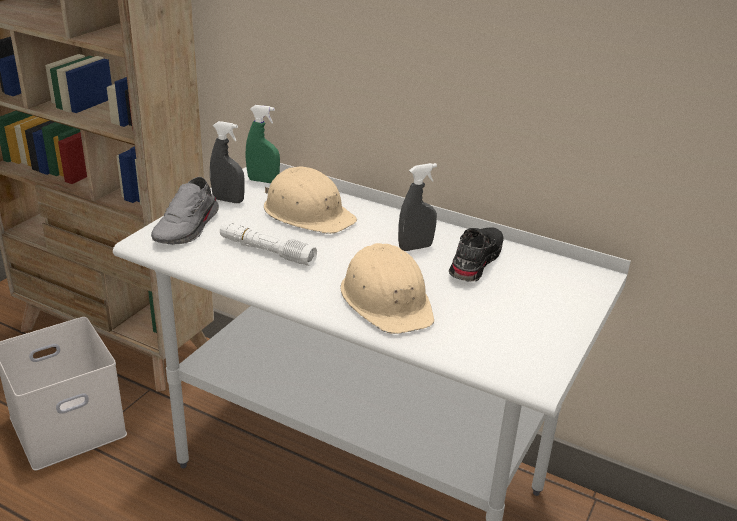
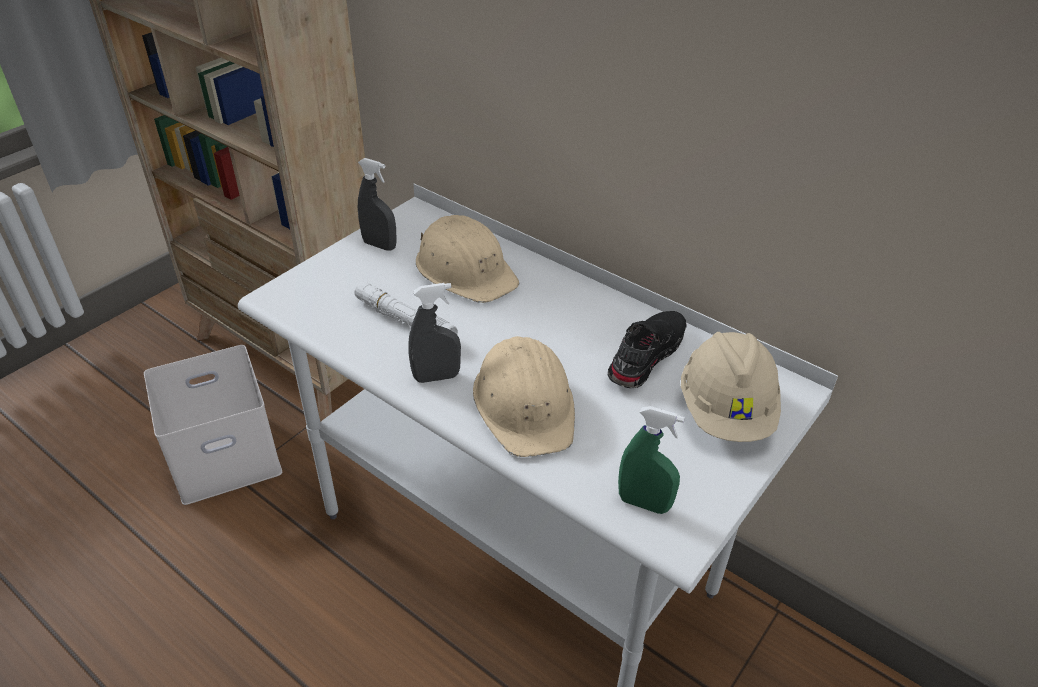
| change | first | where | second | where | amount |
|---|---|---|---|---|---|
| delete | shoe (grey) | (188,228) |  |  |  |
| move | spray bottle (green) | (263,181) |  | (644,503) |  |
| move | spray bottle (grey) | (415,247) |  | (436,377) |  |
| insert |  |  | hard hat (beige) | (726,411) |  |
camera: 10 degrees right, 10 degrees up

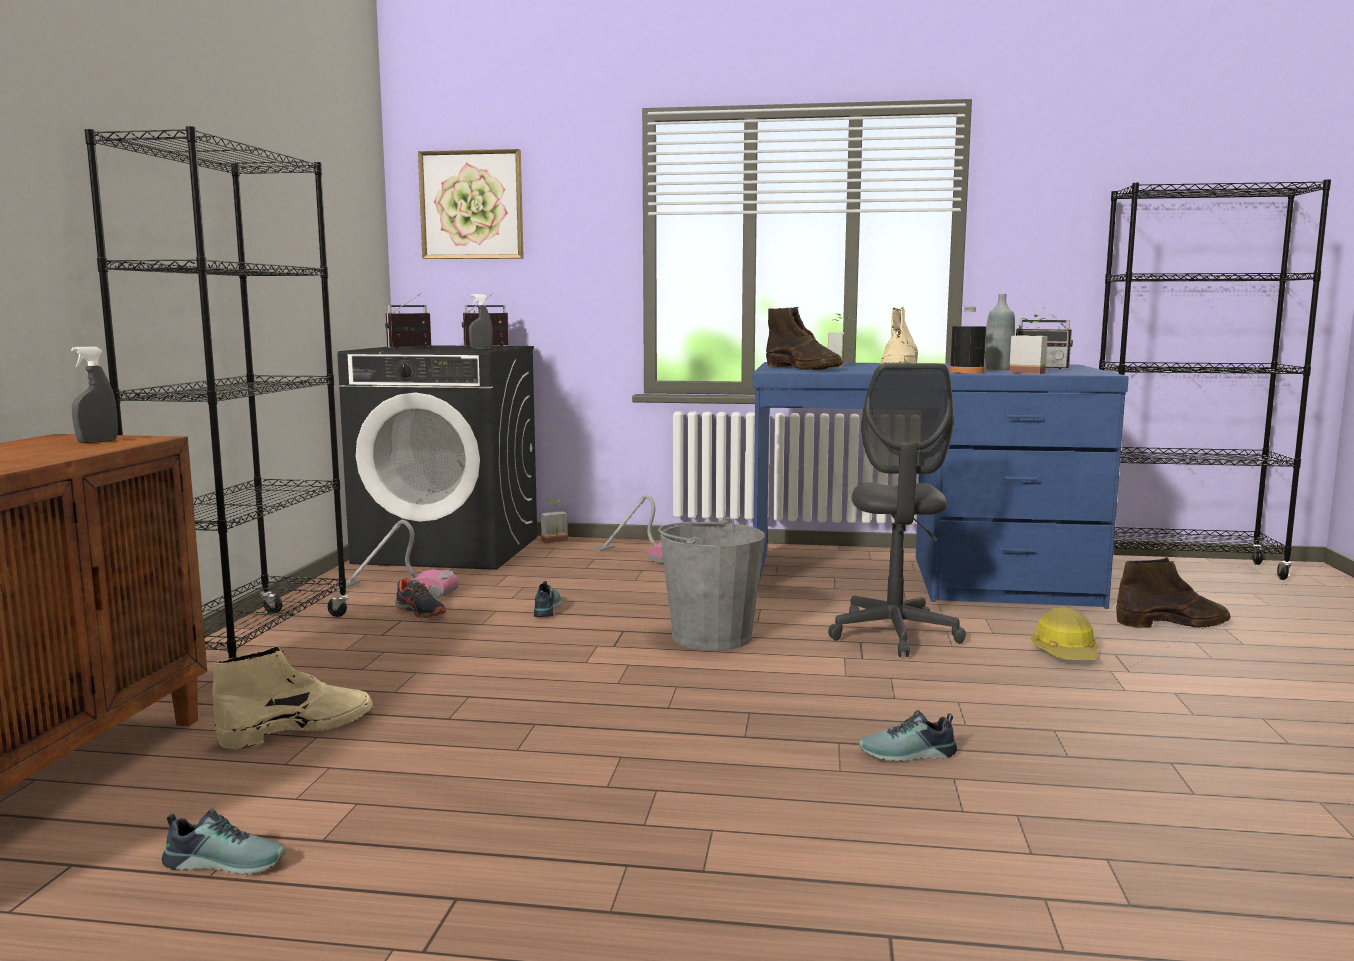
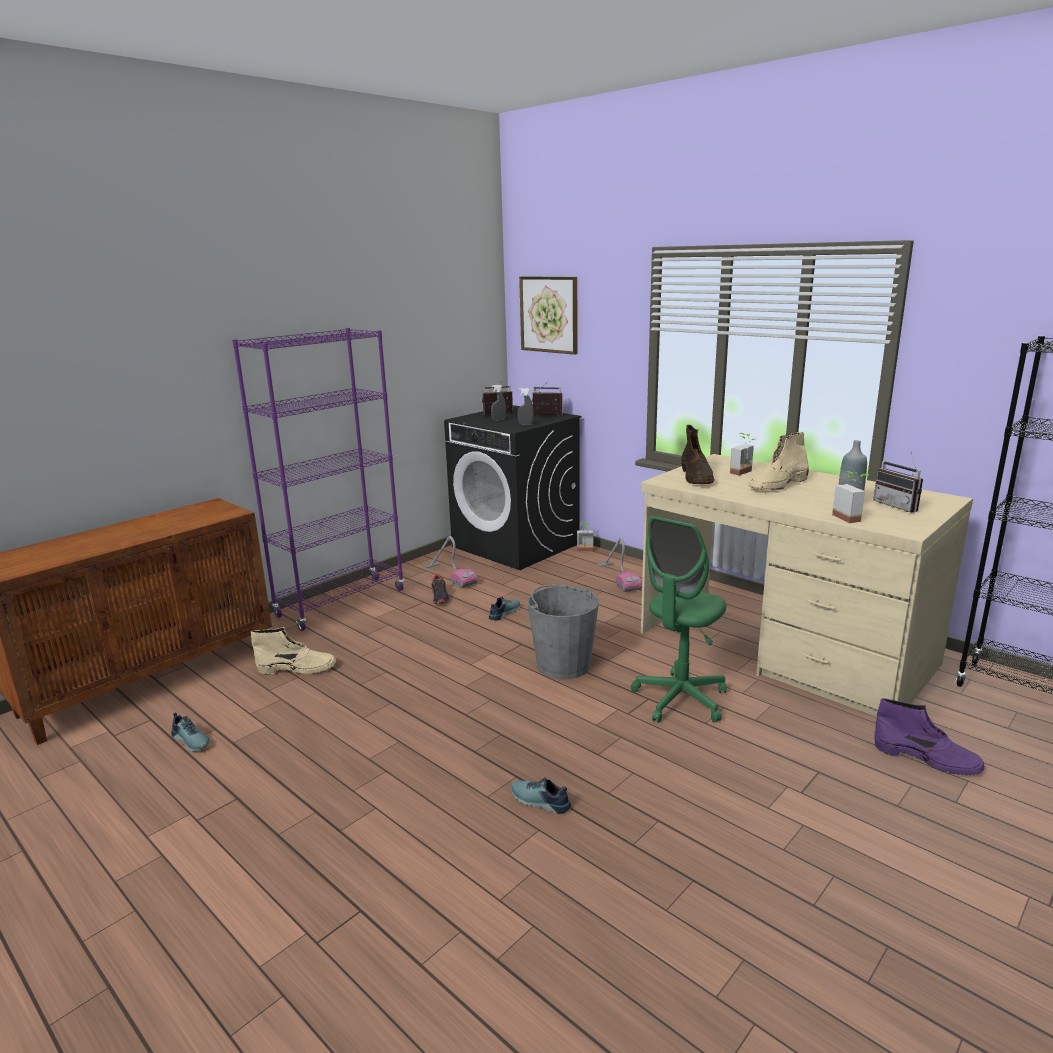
| change | first | where | second | where | amount |
|---|---|---|---|---|---|
| move | spray bottle (grey) | (97,442) |  | (498,420) |  |
| recolor | bookcase (black) | (252,646) | bookcase (purple) | (341,603) |  |
| recolor | desk (blue) | (919,578) | desk (beige) | (783,649) |  |
| recolor | office chair (grey) | (894,635) | office chair (green) | (680,699) |  |
| delete | bottle (black) | (966,372) |  |  |  |
| delete | hard hat | (1066,653) |  |  |  |
| recolor | boot (brown) | (1173,623) | boot (purple) | (927,759) |  |
camera: 35 degrees right, 10 degrees up

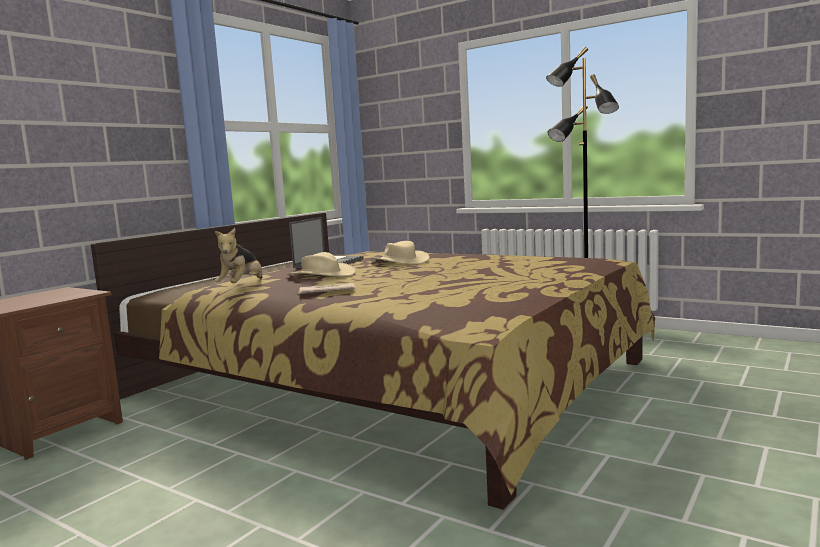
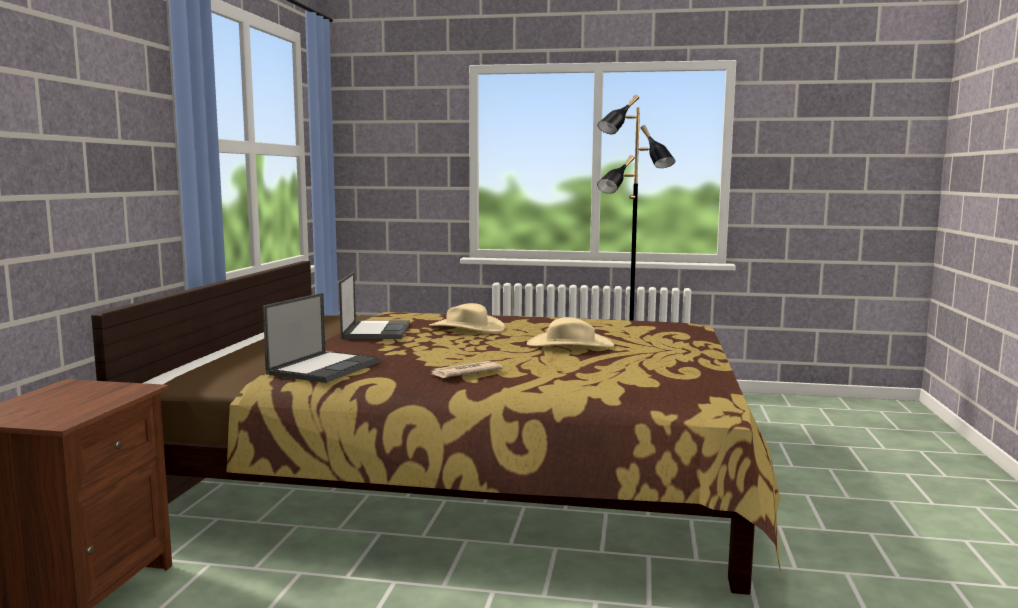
| change | first | where | second | where | amount |
|---|---|---|---|---|---|
| replace | plush toy | (242,286) | laptop | (325,367) |  |
| move | hat (beige) | (320,275) |  | (570,345) |  |
camera: 25 degrees left, 0 degrees up

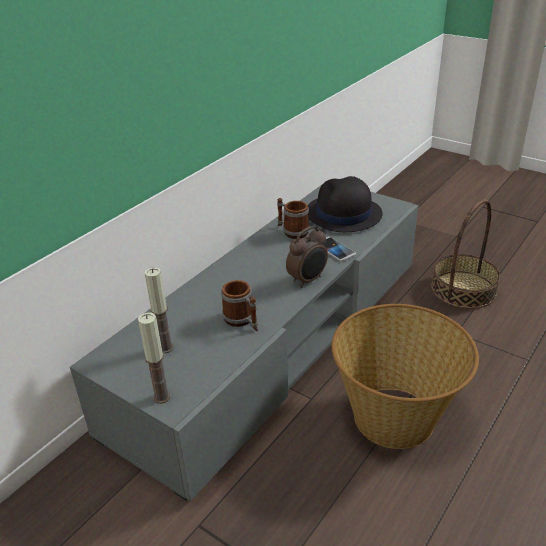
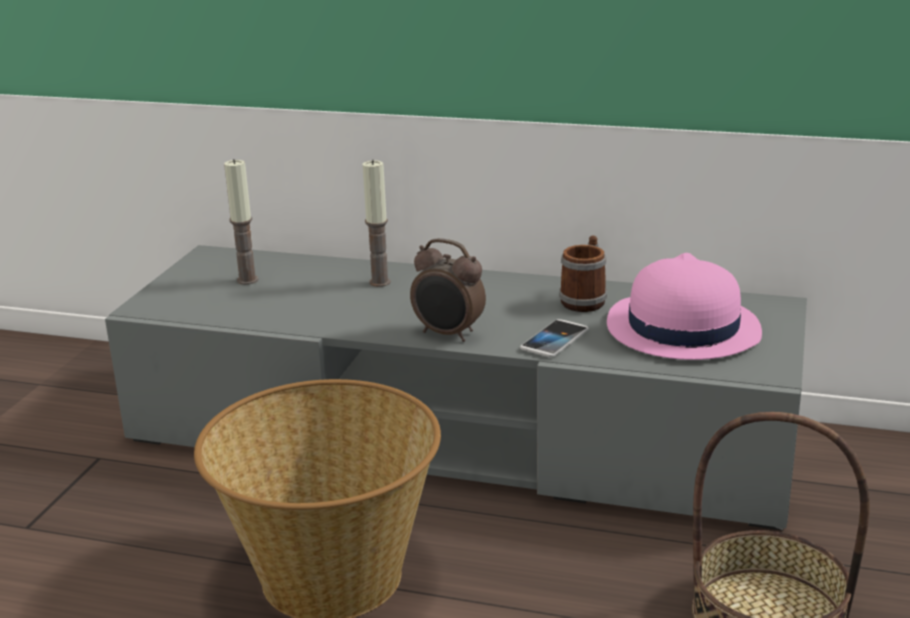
| change | first | where | second | where | amount |
|---|---|---|---|---|---|
| move | candle | (161,397) |  | (380,282) |  |
| delete | mug | (242,321) |  |  |  |
| recolor | hat (black) | (343,214) | hat (pink) | (681,329) |  |
camera: 70 degrees right, 10 degrees down

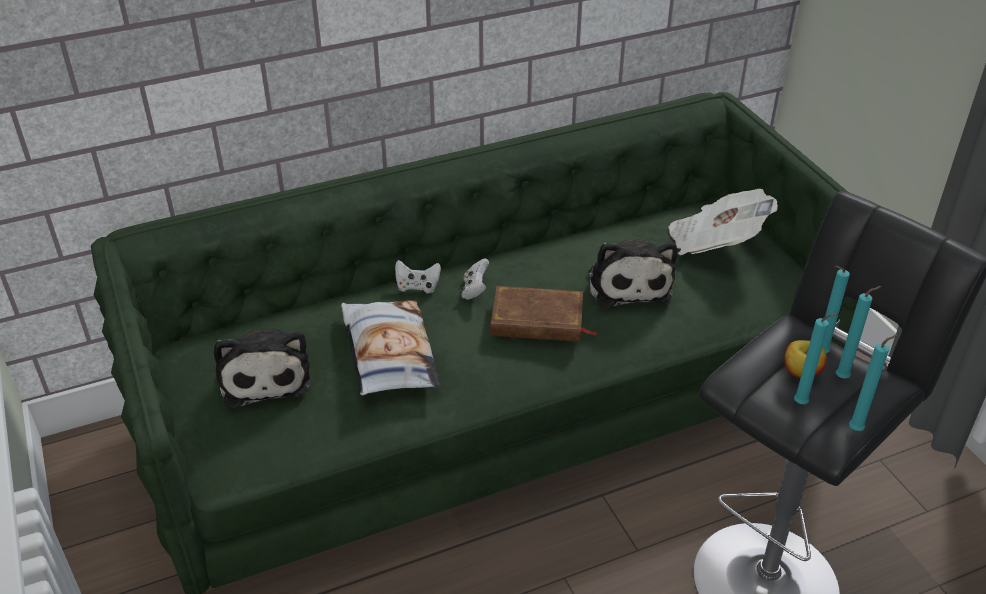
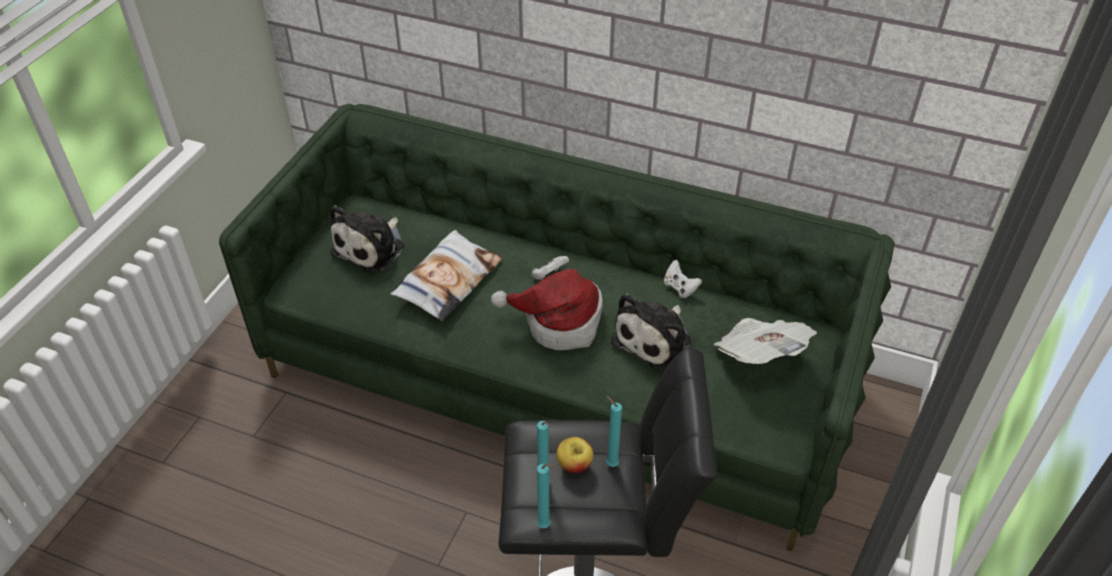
| change | first | where | second | where | amount |
|---|---|---|---|---|---|
| move | game controller (white) | (417,287) |  | (680,288) |  |
| replace | book (brown) | (537,320) | hat | (558,322) |  |
| delete | candle (turquoise) | (844,377) |  |  |  |
camera: 45 degrees right, 5 degrees up

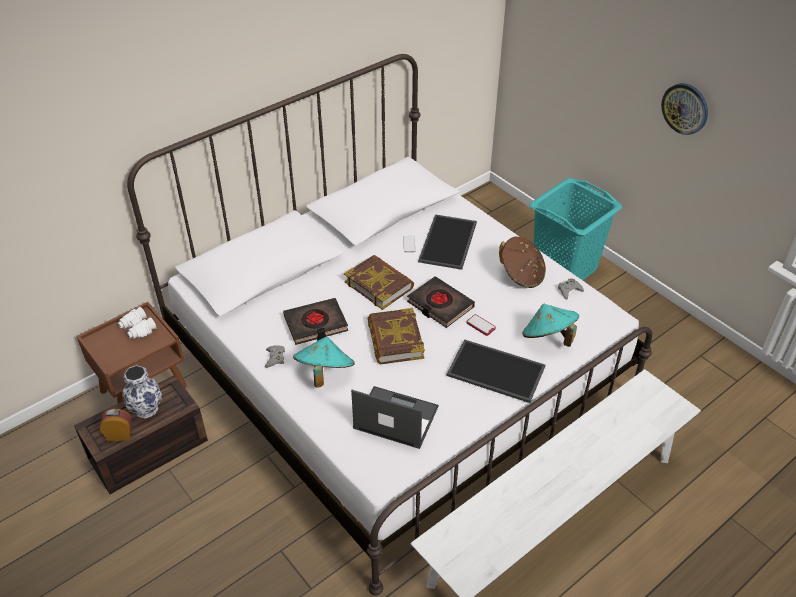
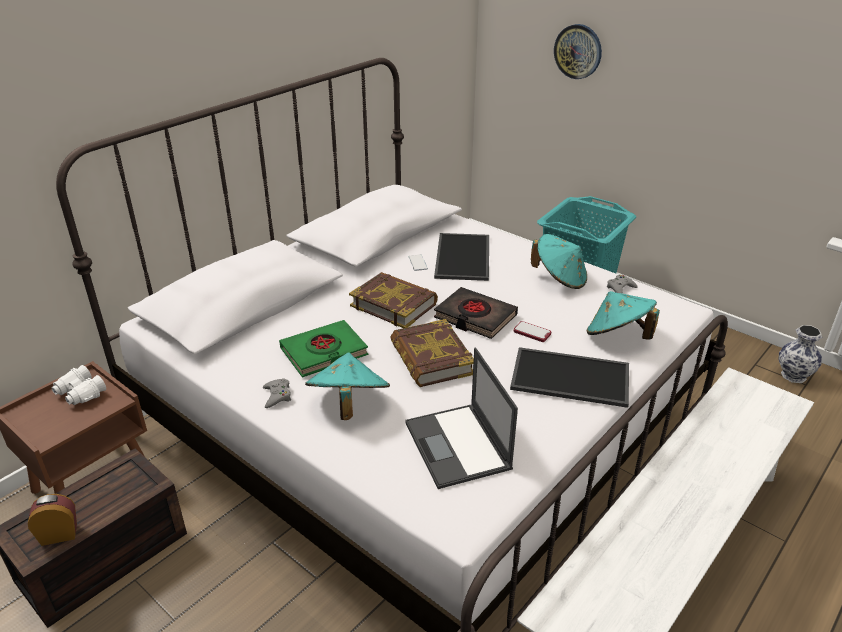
| change | first | where | second | where | amount |
|---|---|---|---|---|---|
| move | vase | (146,408) |  | (793,375) |  |
| recolor | book (black) | (316,324) | book (green) | (324,353) |  |
| rotate | laptop | (395,417) |  | (458,446) | 120 degrees counterclockwise |
| recolor | hat (brown) | (521,274) | hat (turquoise) | (559,279) |  |
| move | wall clock | (685,108) |  | (578,51) |  |
camera: 10 degrees left, 10 degrees down

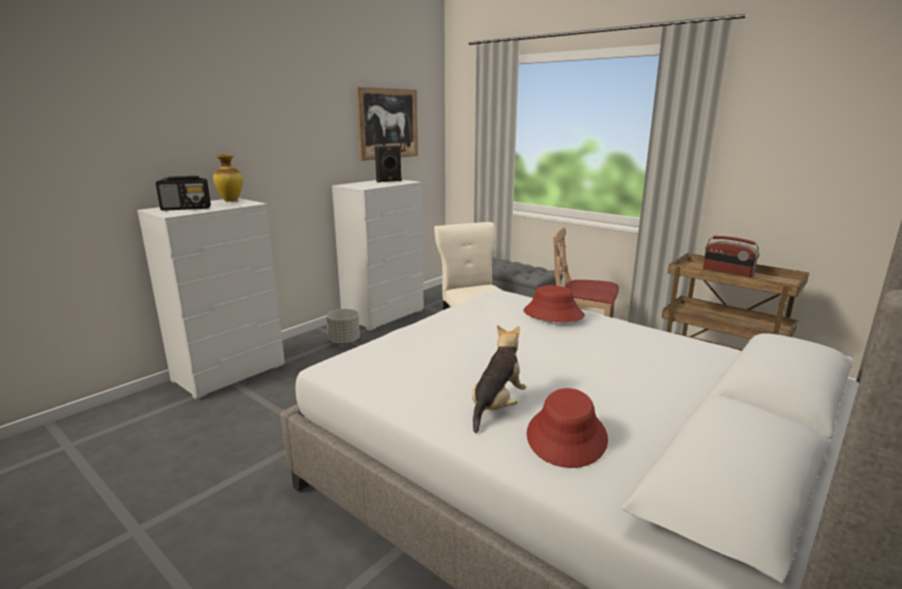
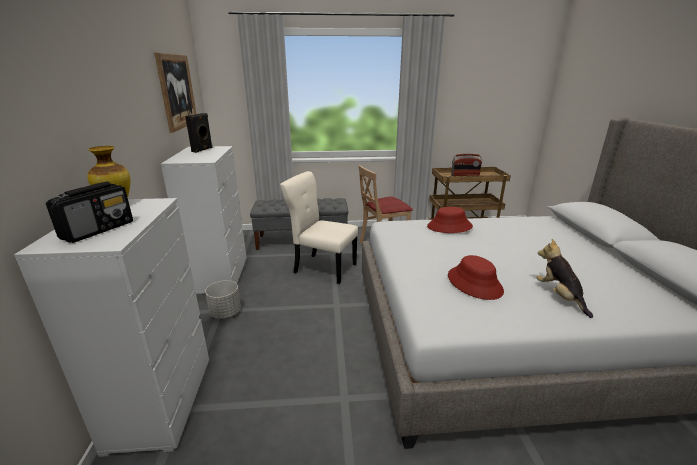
| change | first | where | second | where | amount |
|---|---|---|---|---|---|
| move | hat (red) | (567,436) |  | (474,283) |  |
camera: 45 degrees left, 5 degrees up

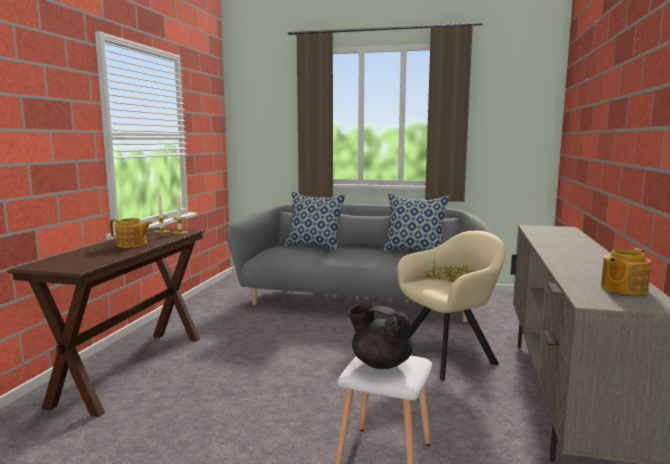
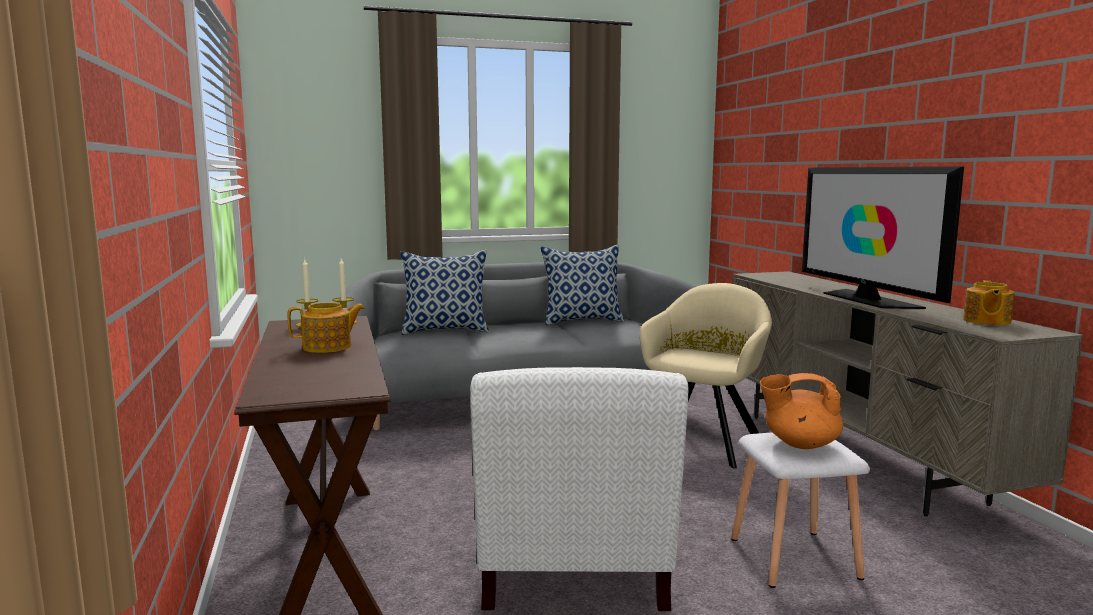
| change | first | where | second | where | amount |
|---|---|---|---|---|---|
| recolor | teapot (black) | (380,363) | teapot (orange) | (800,444) |  |
| insert |  |  | armchair (white) | (572,577) |  |
| insert |  |  | television | (867,299) |  |
camera: 30 degrees left, 0 degrees up

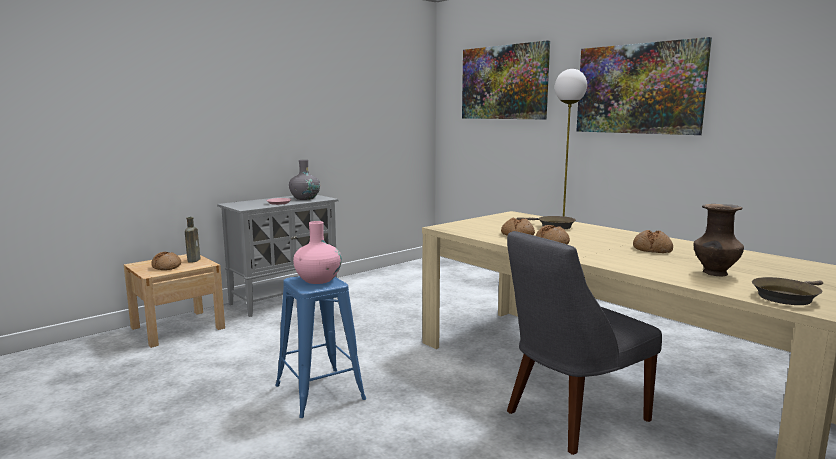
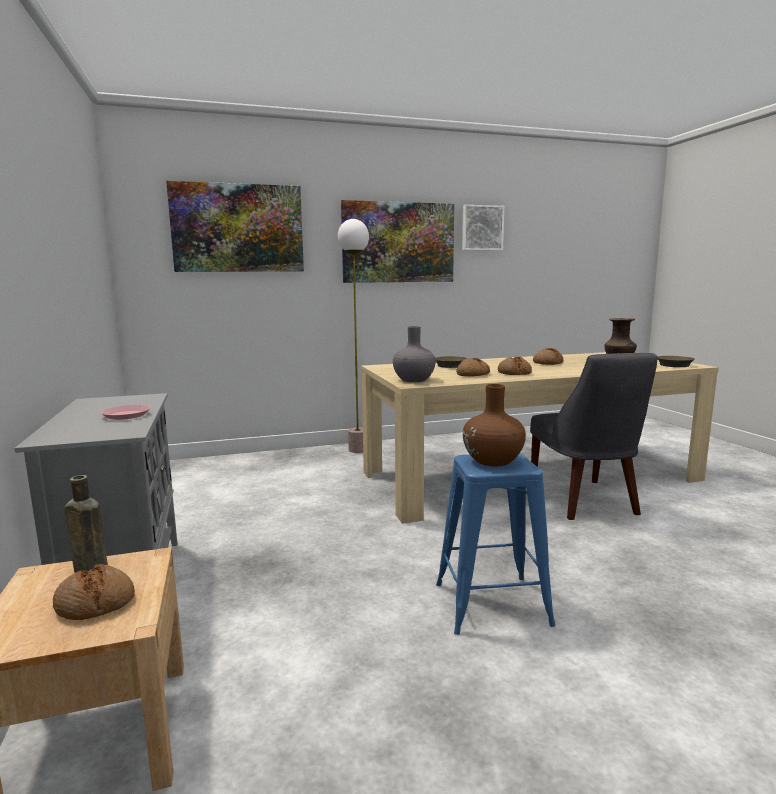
| change | first | where | second | where | amount |
|---|---|---|---|---|---|
| move | vase (grey) | (305,198) |  | (413,380) |  |
| recolor | vase (pink) | (318,280) | vase (brown) | (492,461) |  |
| insert |  |  | picture | (482,228) |  |
camera: 65 degrees left, 0 degrees up

